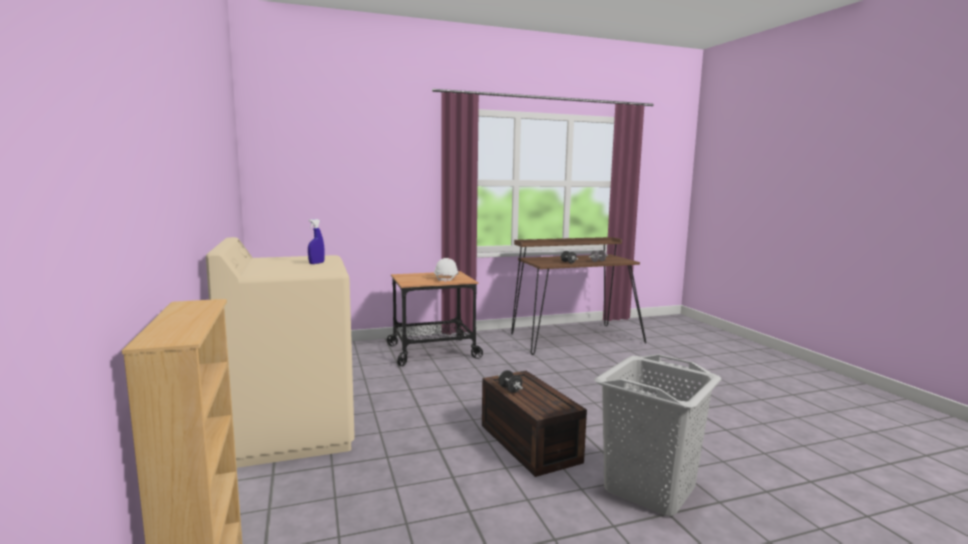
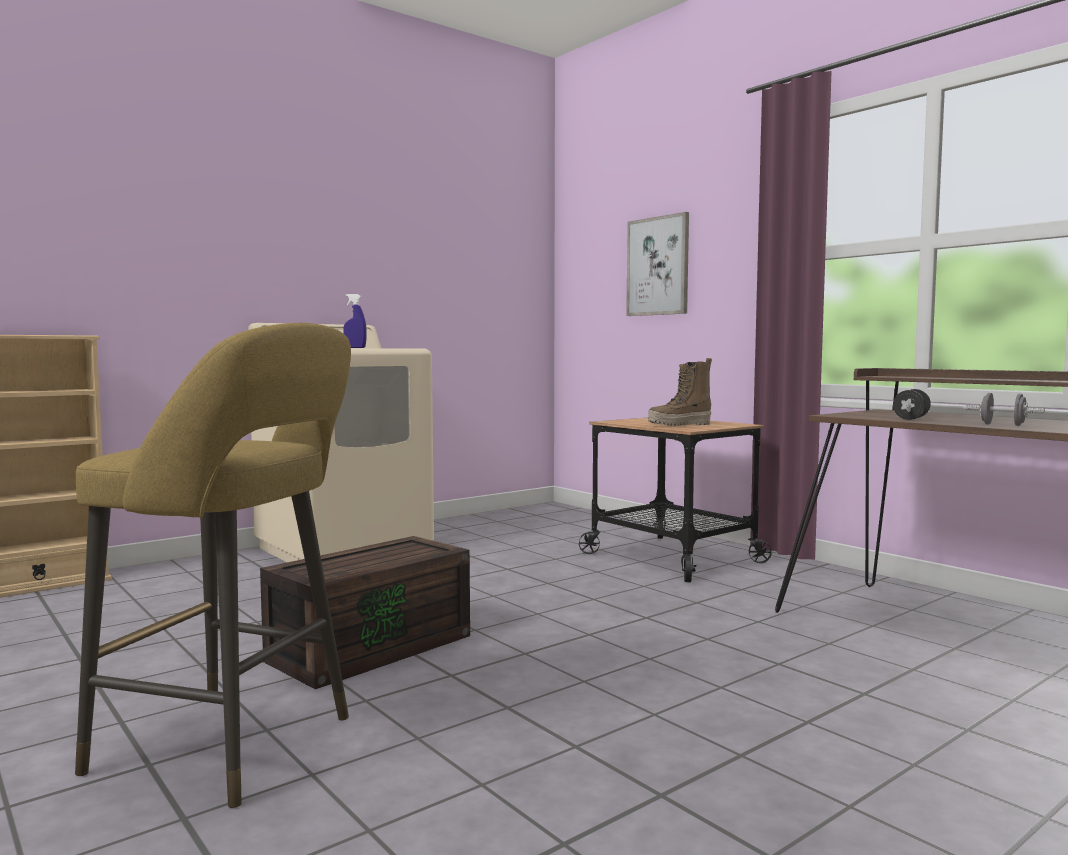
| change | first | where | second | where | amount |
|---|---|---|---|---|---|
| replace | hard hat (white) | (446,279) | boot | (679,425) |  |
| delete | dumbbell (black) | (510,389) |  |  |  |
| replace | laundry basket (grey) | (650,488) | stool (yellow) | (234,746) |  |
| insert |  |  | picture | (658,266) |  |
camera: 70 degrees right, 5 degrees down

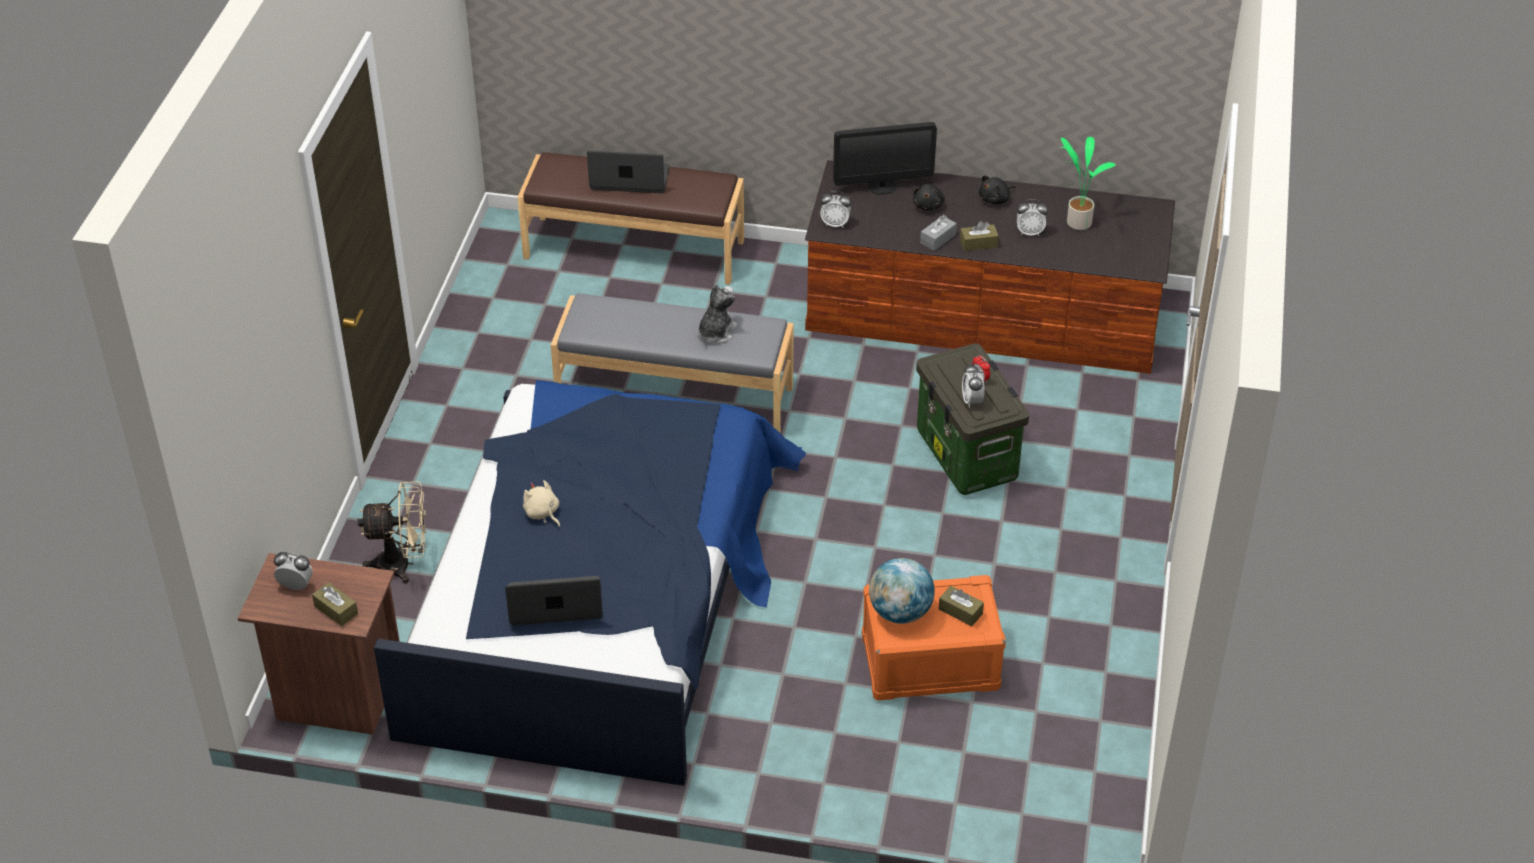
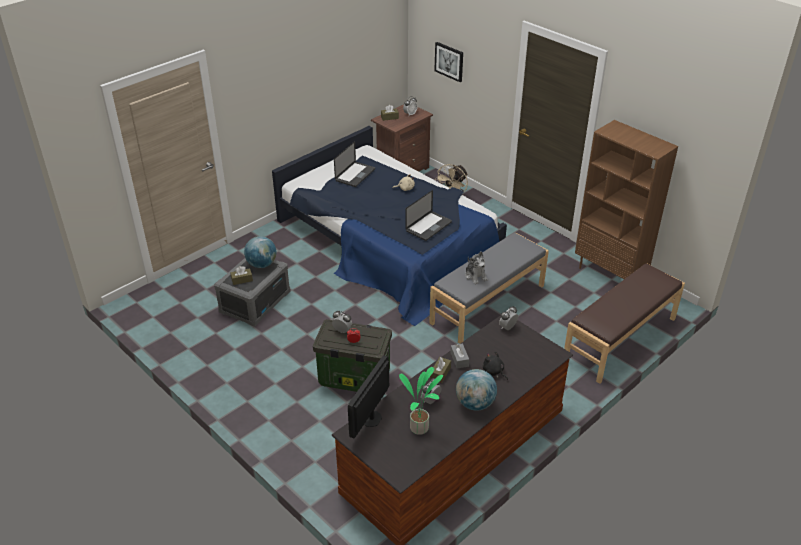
| change | first | where | second | where | amount |
|---|---|---|---|---|---|
| move | laptop | (629,179) |  | (428,226) |  |
| move | monitor | (882,186) |  | (371,419) |  |
| recolor | storage box (orange) | (929,663) | storage box (grey) | (255,302) |  |
| replace | plush toy (black) | (995,199) | globe | (475,403) |  |
| insert |  |  | picture | (449,61) |  |
| insert |  |  | bookcase (brown) | (610,274) |  |
camera: 125 degrees right, 5 degrees down

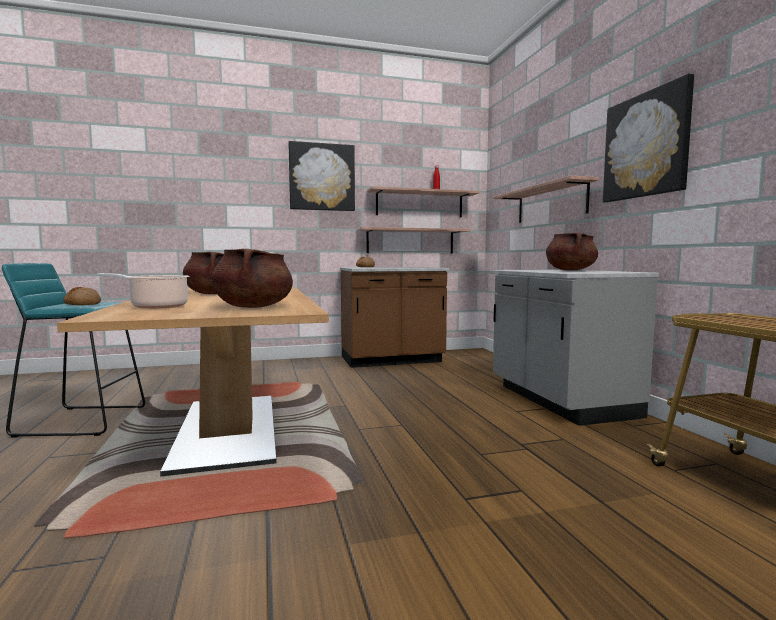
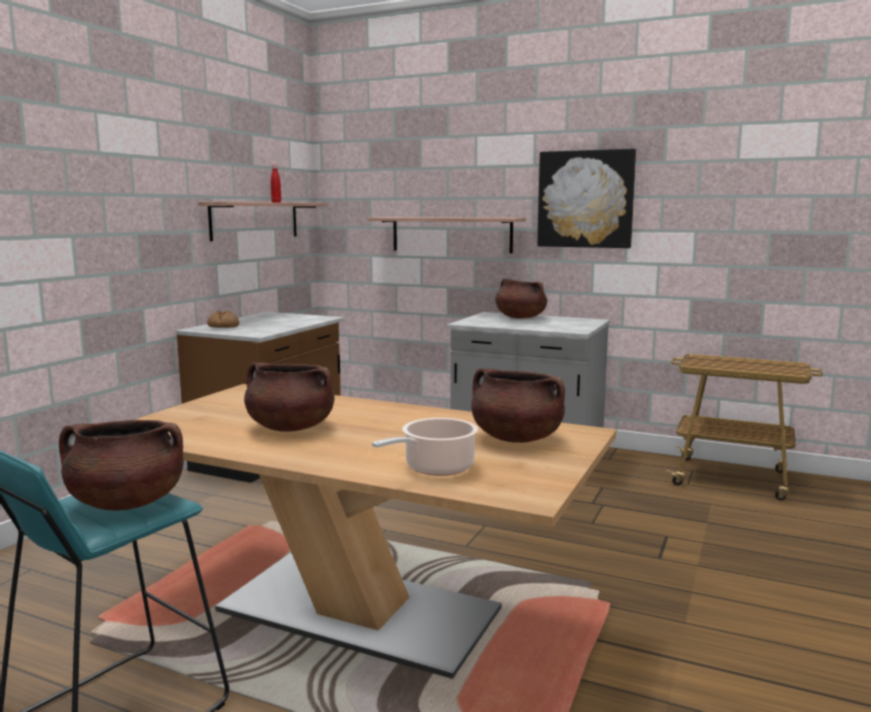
| change | first | where | second | where | amount |
|---|---|---|---|---|---|
| replace | bread | (82,304) | cooking pot (brown) | (126,503) |  |
| delete | picture | (322,177) |  |  |  |
| delete | shelf | (410,241) |  |  |  |
camera: 50 degrees left, 5 degrees up

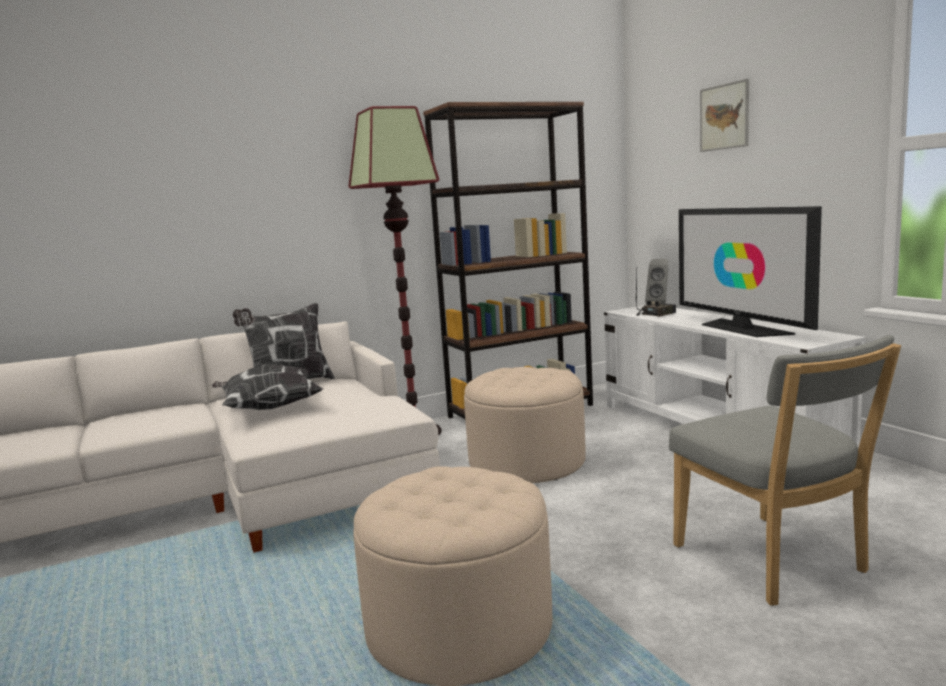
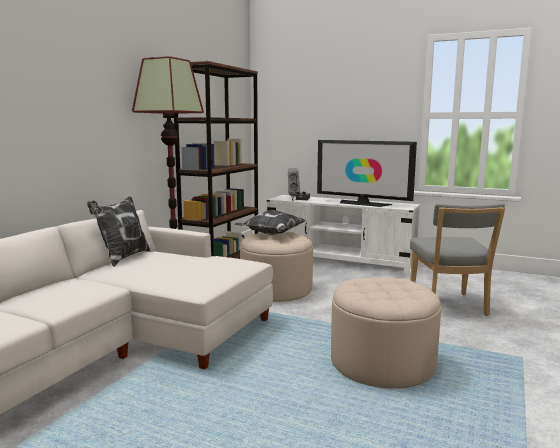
| change | first | where | second | where | amount |
|---|---|---|---|---|---|
| move | pillow | (268,409) |  | (270,234) |  |
| rotate | chair (grey) | (773,562) |  | (448,306) | 60 degrees clockwise |
| delete | picture | (724,117) |  |  |  |
camera: 40 degrees left, 0 degrees up

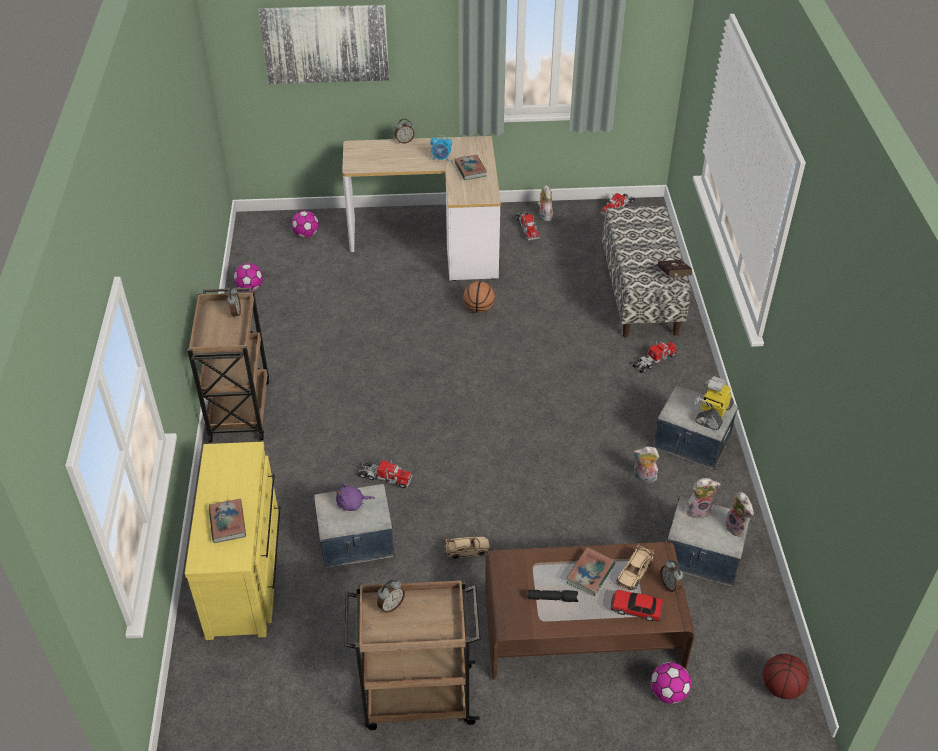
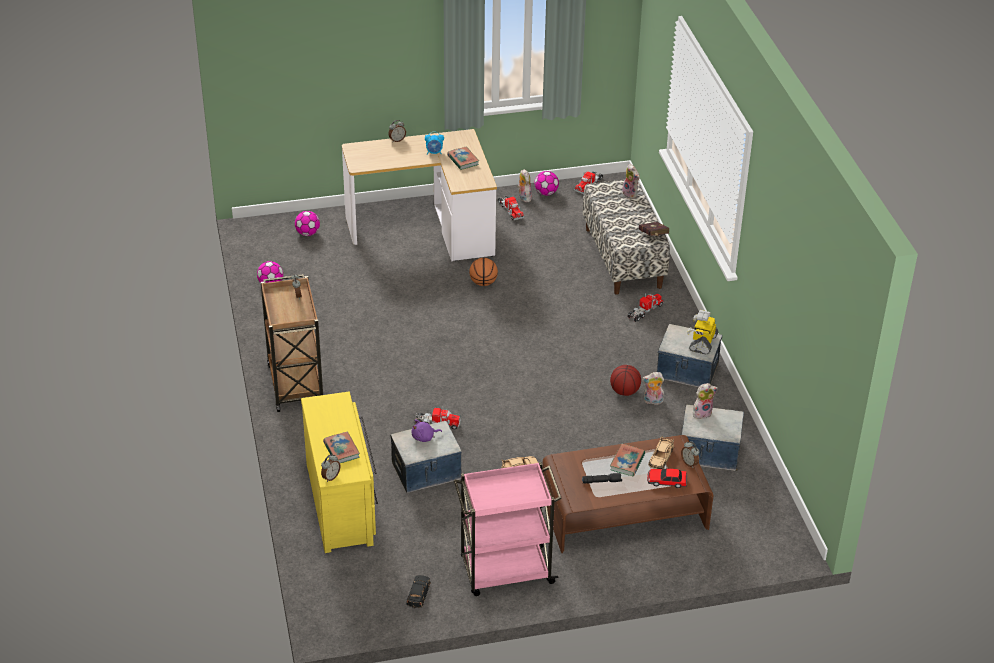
| change | first | where | second | where | amount |
|---|---|---|---|---|---|
| delete | picture | (325,44) |  |  |  |
| recolor | cart (brown) | (416,697) | cart (pink) | (505,571) |  |
| move | alarm clock | (391,606) |  | (330,477) |  |
| move | football | (668,693) |  | (546,193) |  |
| move | plush toy | (737,527) |  | (631,194) |  |
| move | basketball | (781,687) |  | (624,391) |  |
| insert |  |  | toy car (black) | (418,594) |  |
camera: 10 degrees left, 5 degrees down

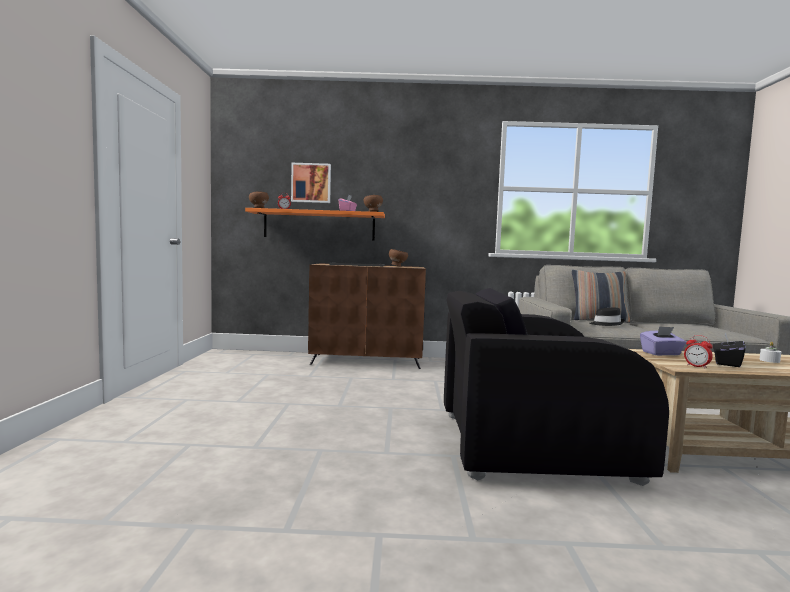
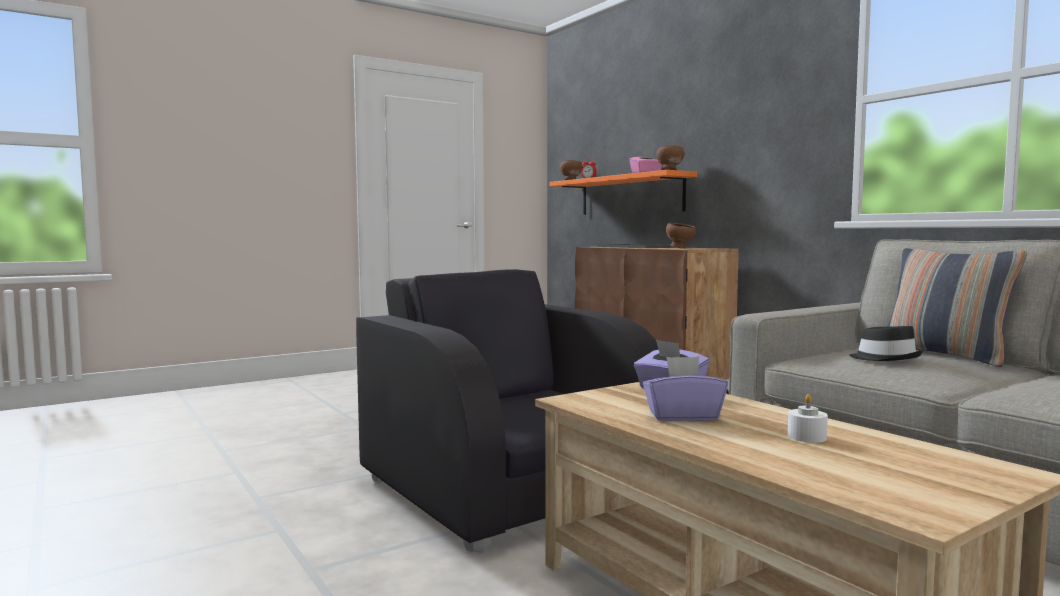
| change | first | where | second | where | amount |
|---|---|---|---|---|---|
| delete | picture | (311,183) |  |  |  |
| delete | alarm clock | (697,366) |  |  |  |
| recolor | tissue box (black) | (726,363) | tissue box (purple) | (683,416) |  |
camera: 55 degrees right, 0 degrees up

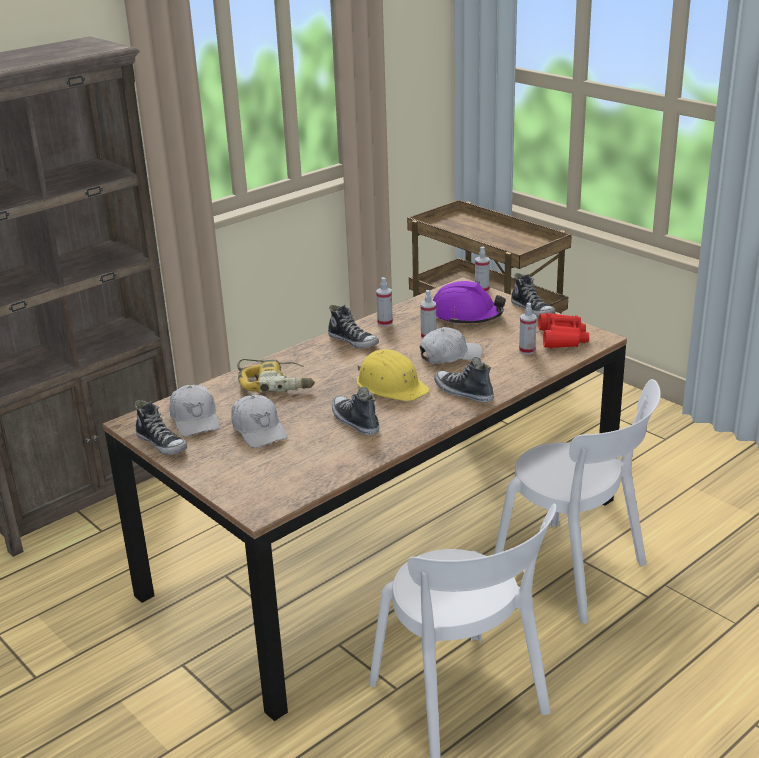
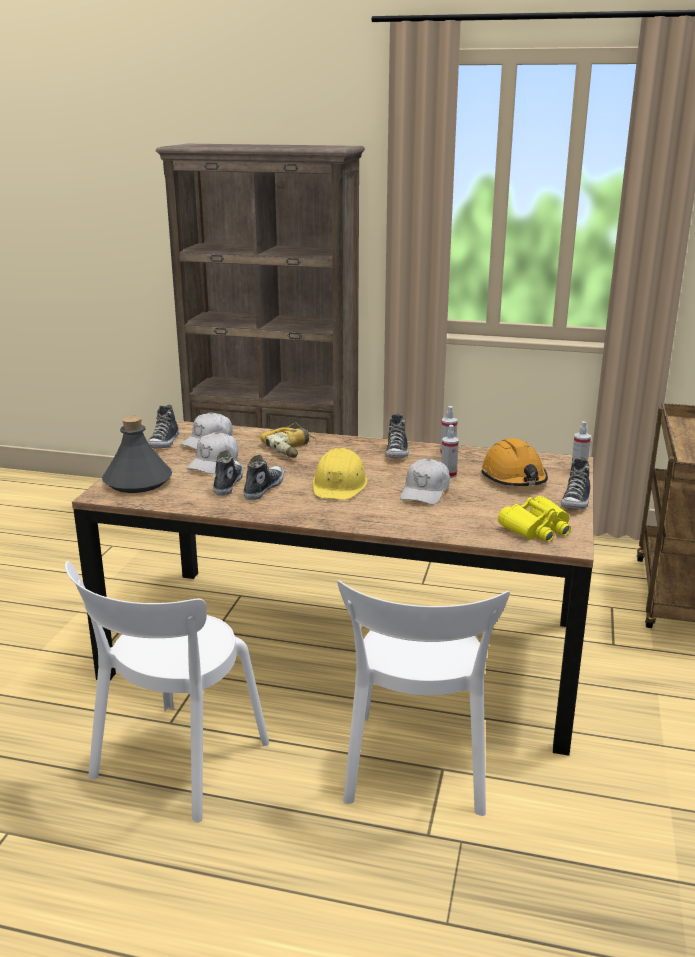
| change | first | where | second | where | amount |
|---|---|---|---|---|---|
| rotate | cap (white) | (450,356) |  | (425,492) | 75 degrees clockwise |
| recolor | hard hat (purple) | (466,316) | hard hat (orange) | (514,478) |  |
| move | shoe | (463,392) |  | (228,483) |  |
| delete | spray bottle | (527,350) |  |  |  |
| recolor | binoculars (red) | (562,338) | binoculars (yellow) | (536,529) |  |
| insert |  |  | bottle (grey) | (137,482) |  |
camera: 55 degrees right, 5 degrees down

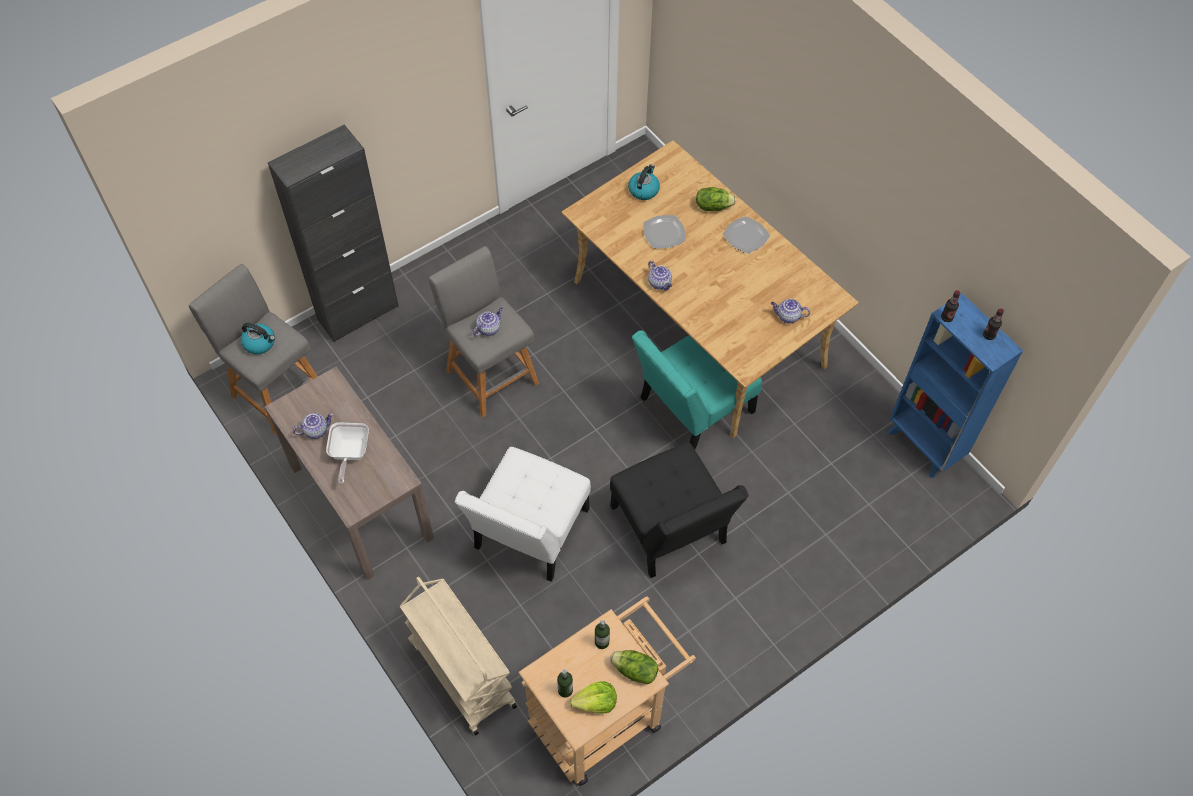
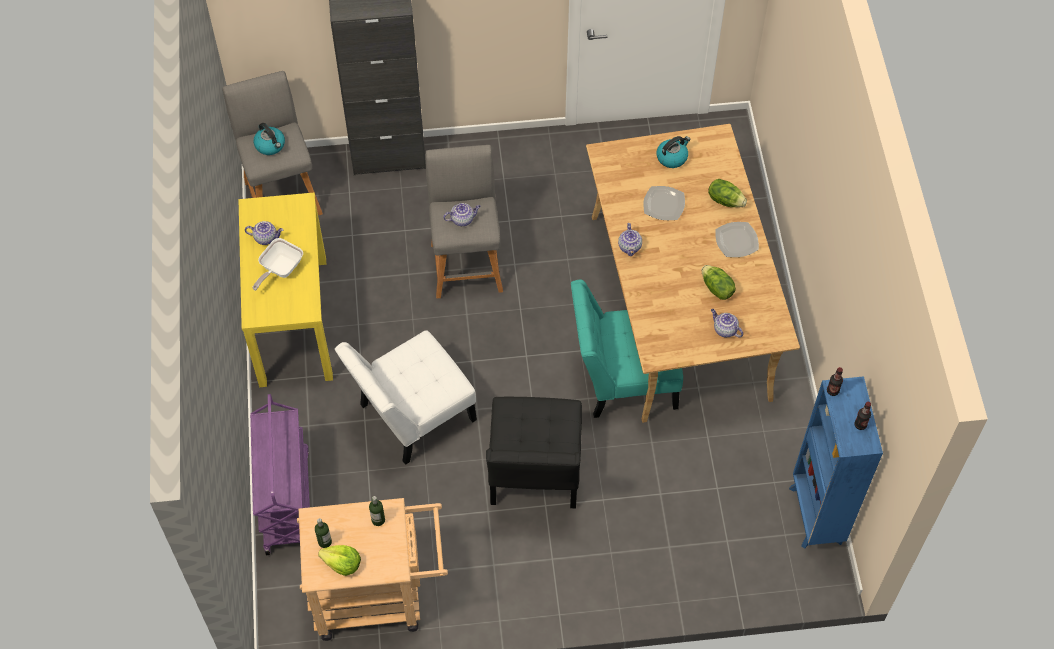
| change | first | where | second | where | amount |
|---|---|---|---|---|---|
| recolor | console table (brown) | (360,501) | console table (yellow) | (293,320) |  |
| recolor | cart (beige) | (461,673) | cart (purple) | (286,500) |  |
| move | lettuce | (634,671) |  | (716,289) |  |
camera: 30 degrees right, 0 degrees up

